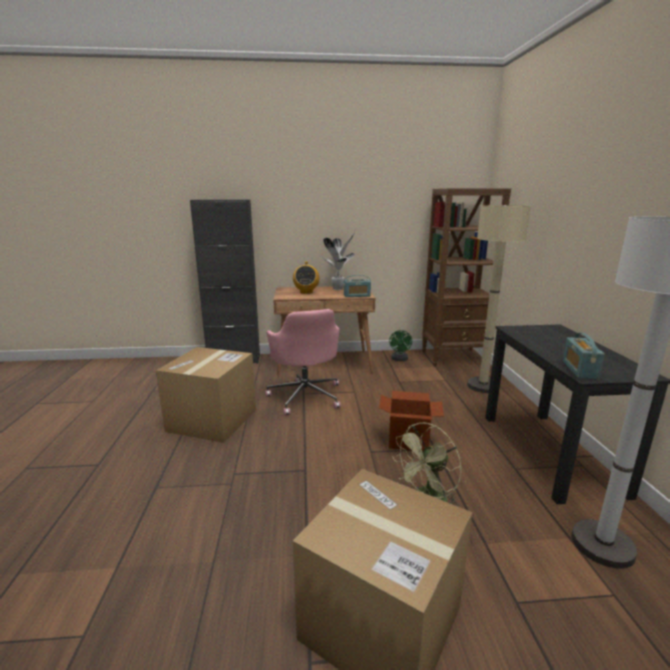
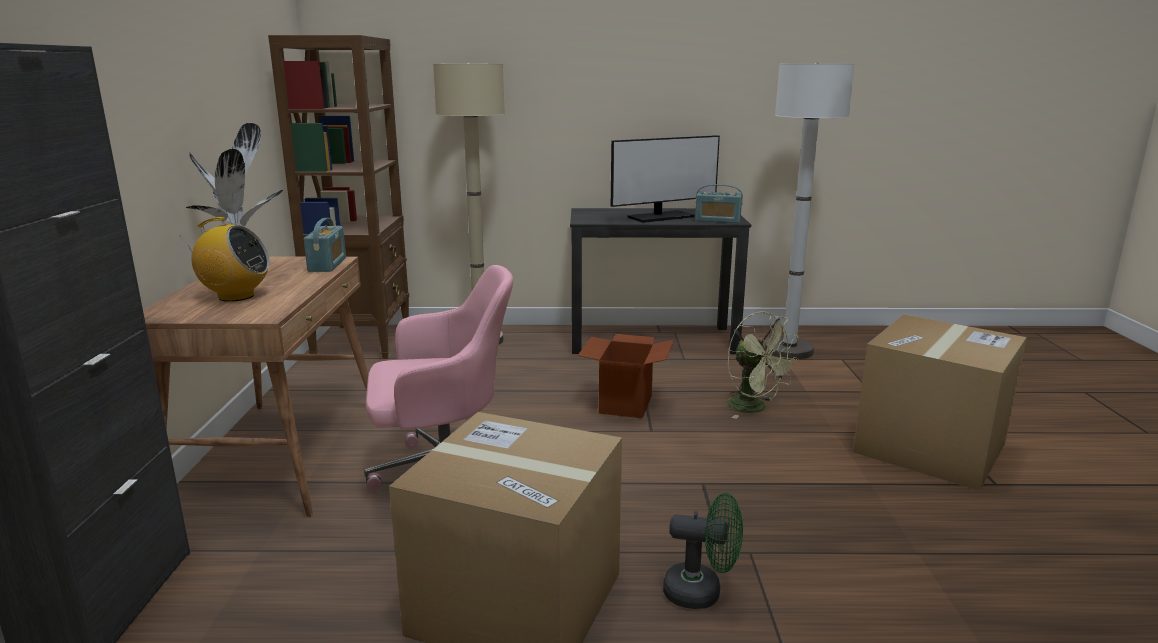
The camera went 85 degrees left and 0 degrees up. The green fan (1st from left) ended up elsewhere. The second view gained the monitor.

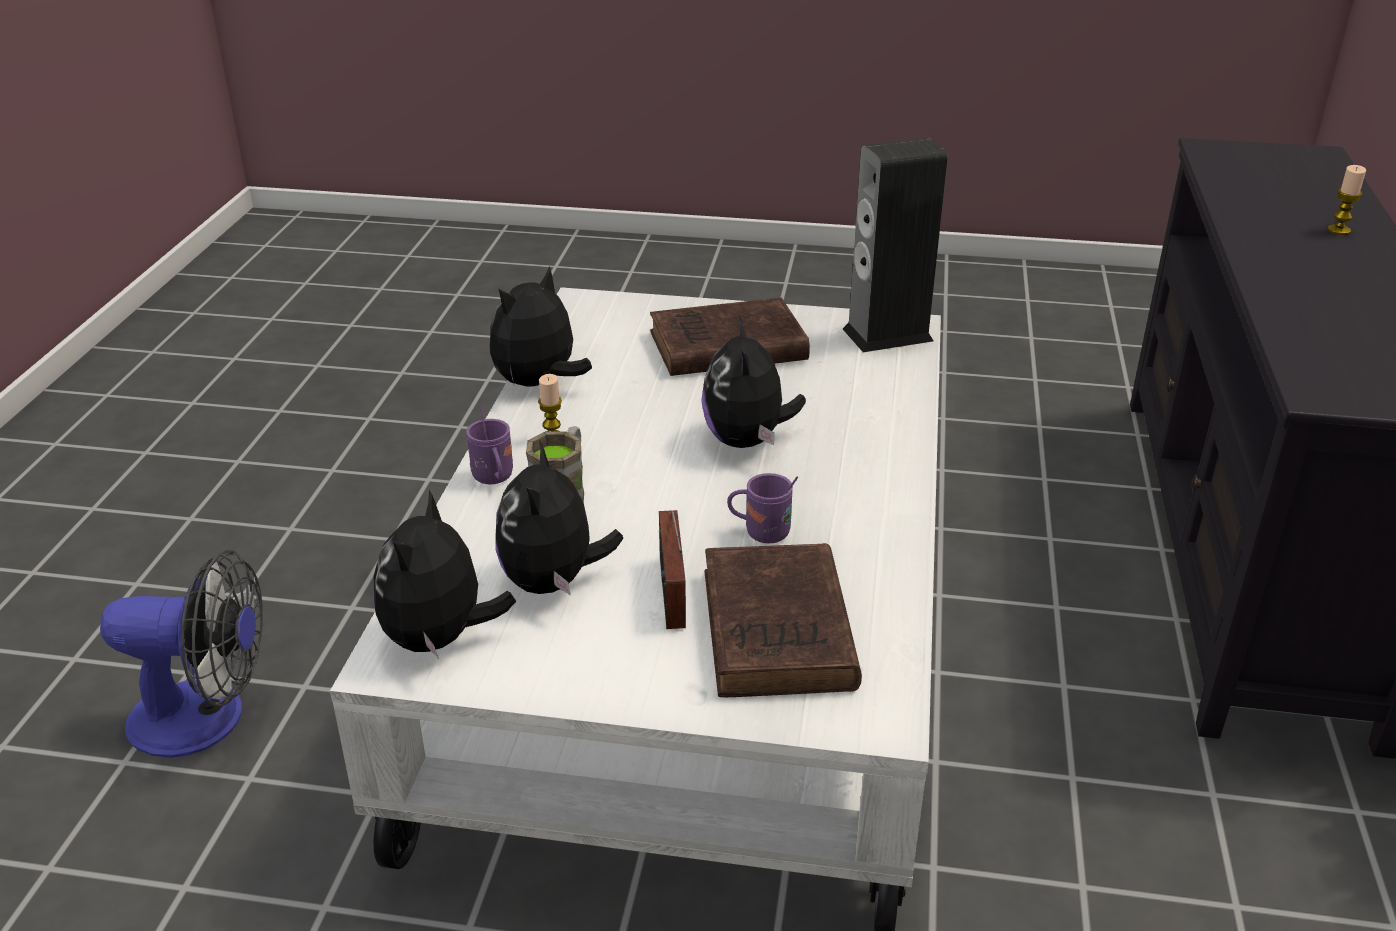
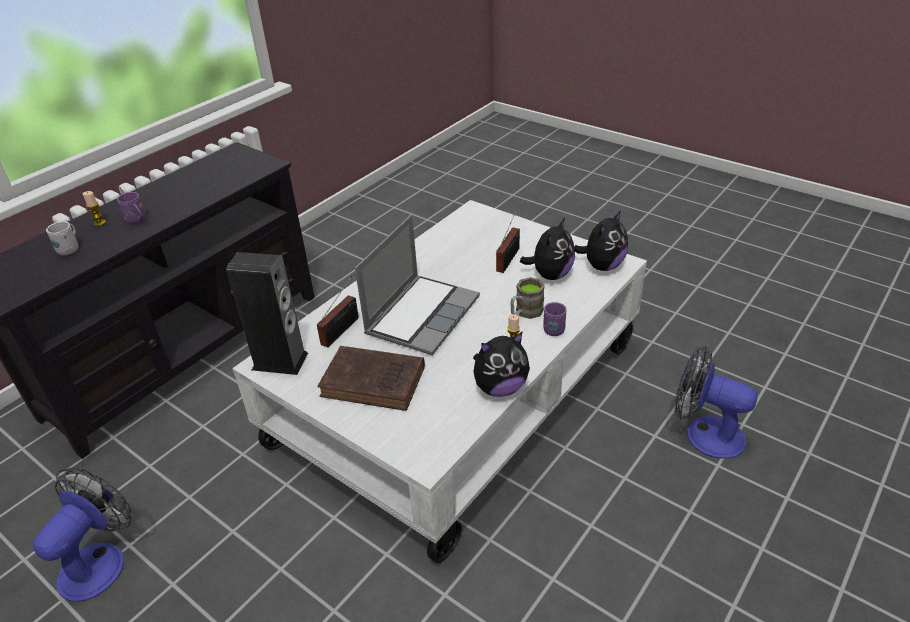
The camera went 150 degrees left and 5 degrees up. Where the plush toy (4th from left) stood, the portable computer came to stand. The purple-coloured mug (2nd from left in the first image) ended up elsewhere. The second view lost the brown volume (2nd from left). The second view gained the whitish mug. The second view gained the radio (1st from left). The second view gained the fan (1st from left).

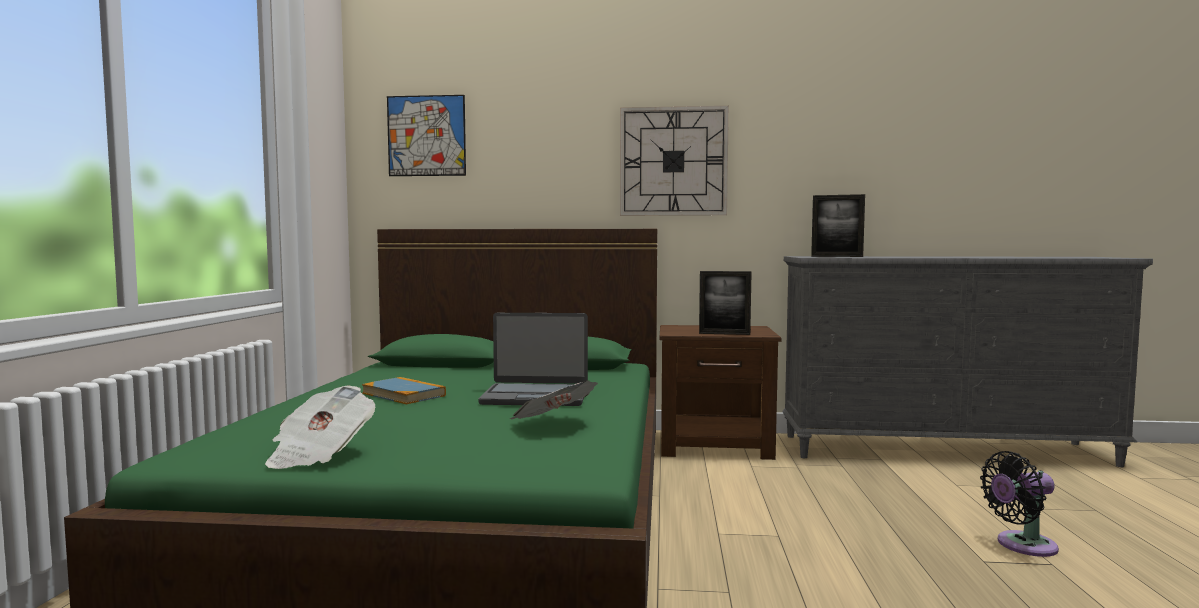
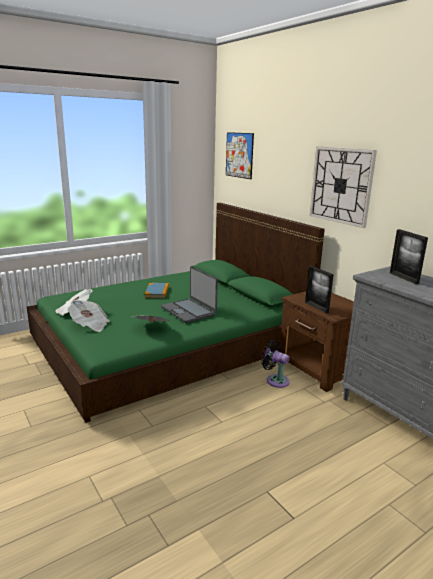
The camera went 50 degrees right and 15 degrees up. The black-coloured fan ended up elsewhere. The second view gained the printed paper (2nd from left).

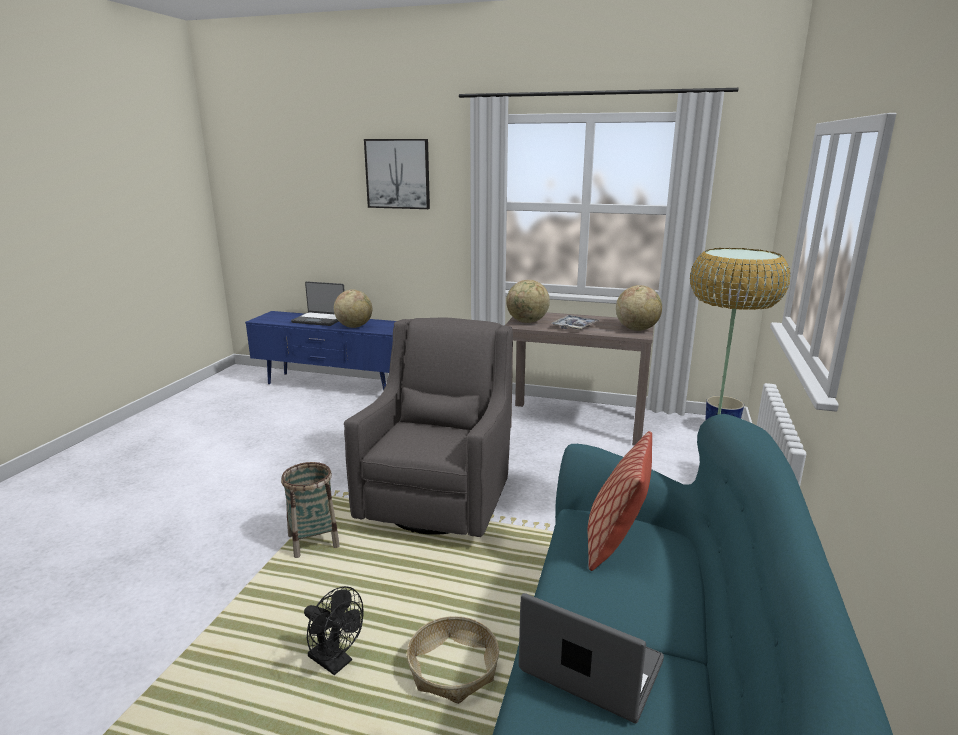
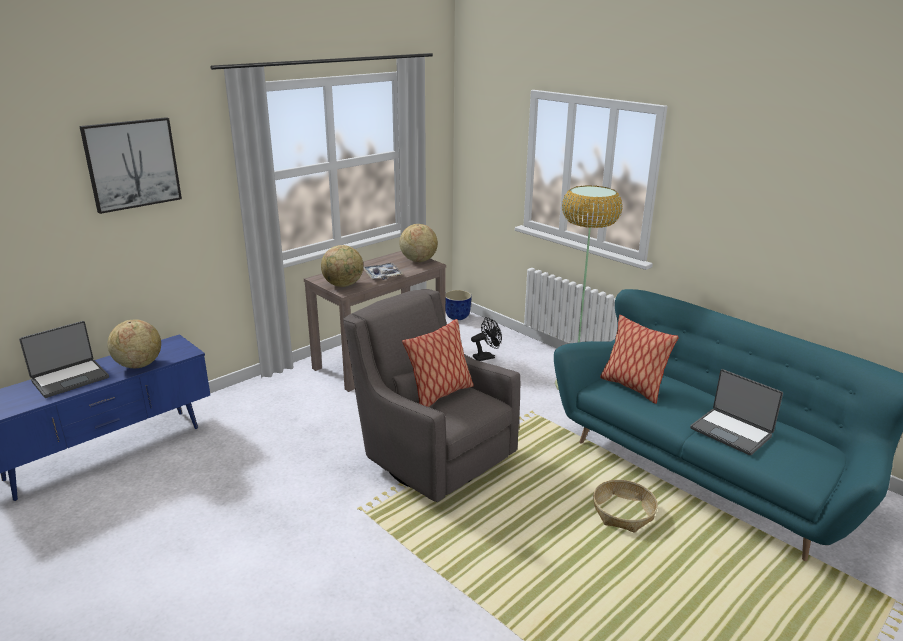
The camera went 60 degrees left and 5 degrees up. The second view lost the basket (1st from left). The black-coloured fan ended up elsewhere. The portable computer (2nd from left) ended up facing another way, 105 degrees counterclockwise from before. The second view gained the pillow (1st from left).

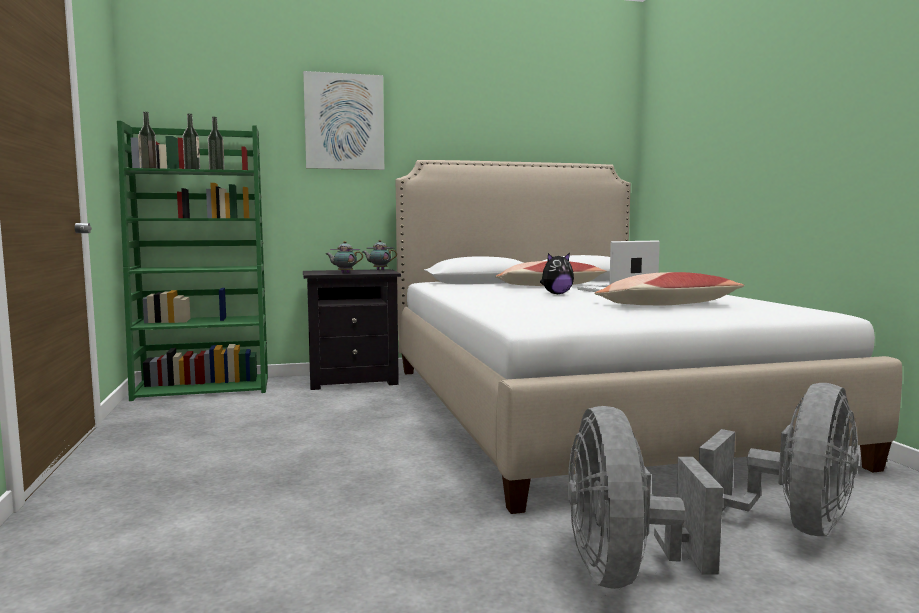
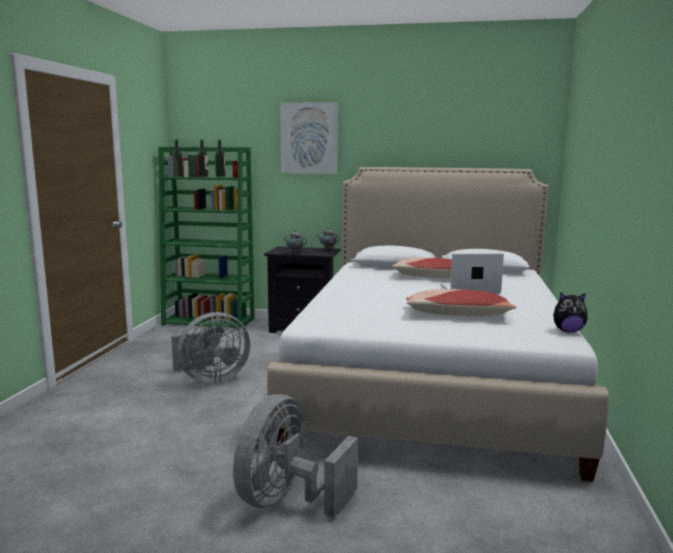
The camera went 25 degrees right and 5 degrees up. The plush toy ended up elsewhere. The grey fan (2nd from left in the first image) ended up elsewhere.

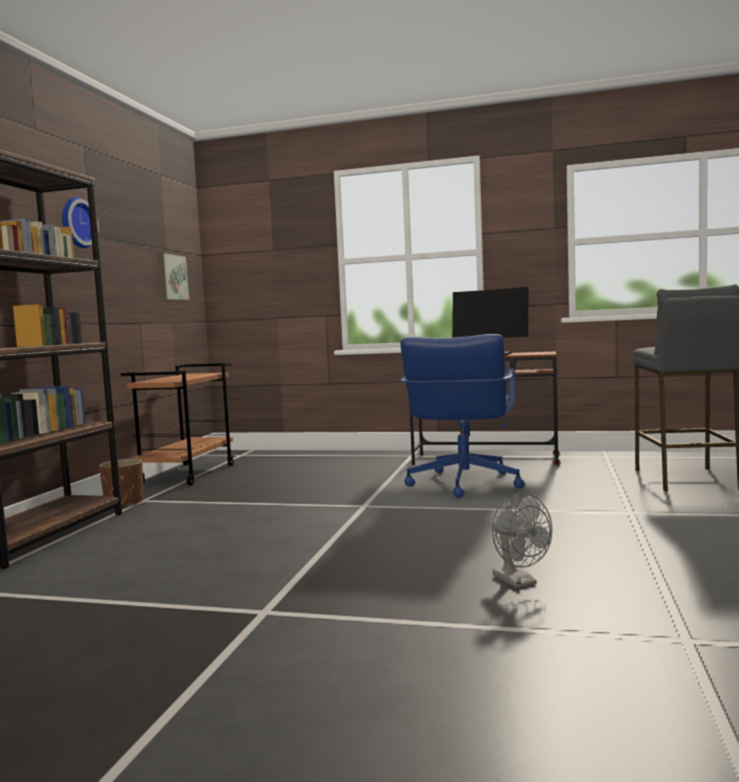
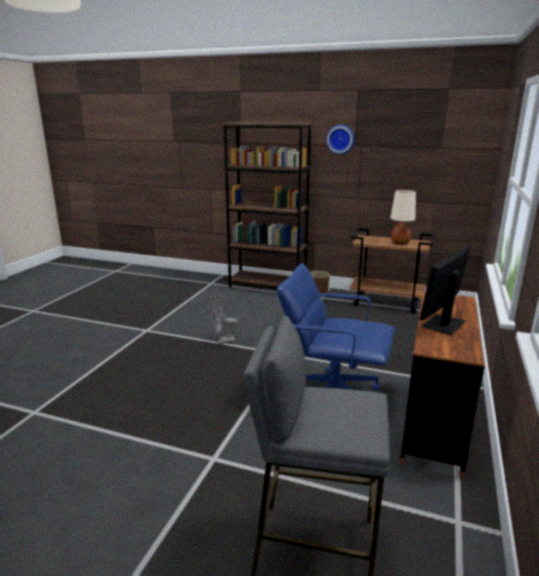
The camera went 95 degrees right and 15 degrees up. The second view lost the wall art. The grey fan ended up elsewhere. The second view gained the beige-coloured table lamp.

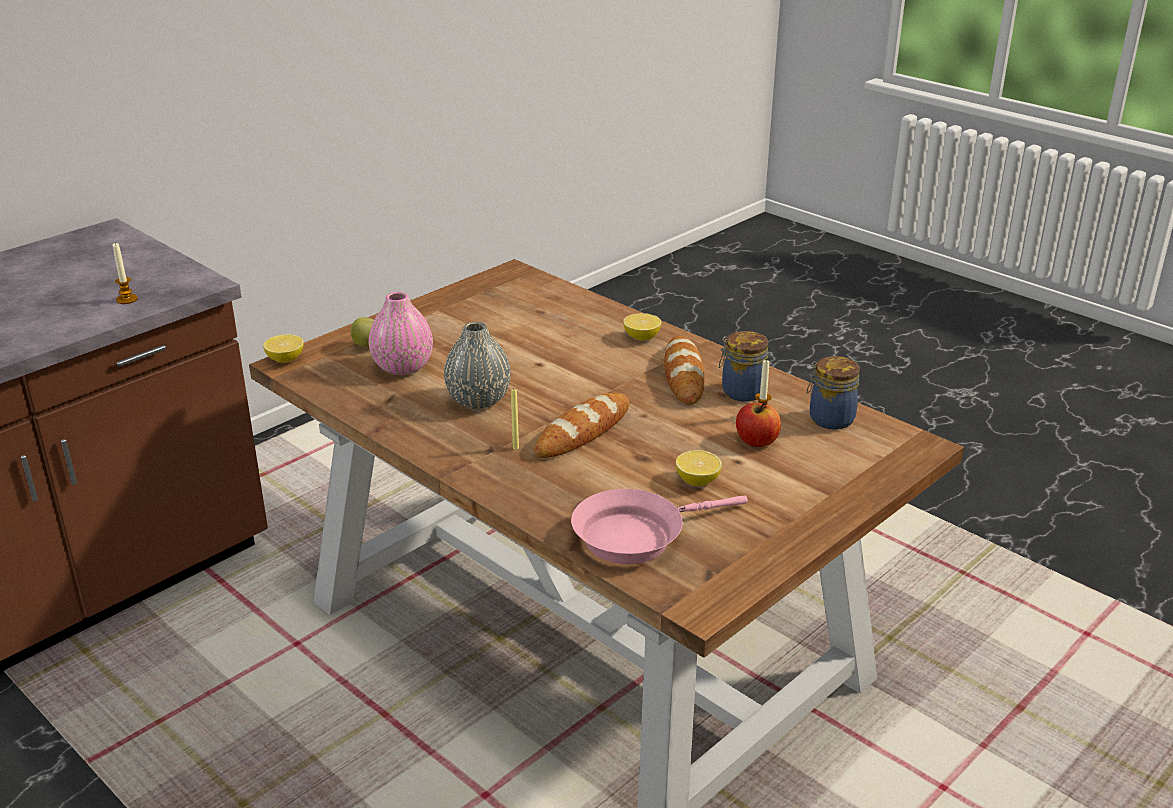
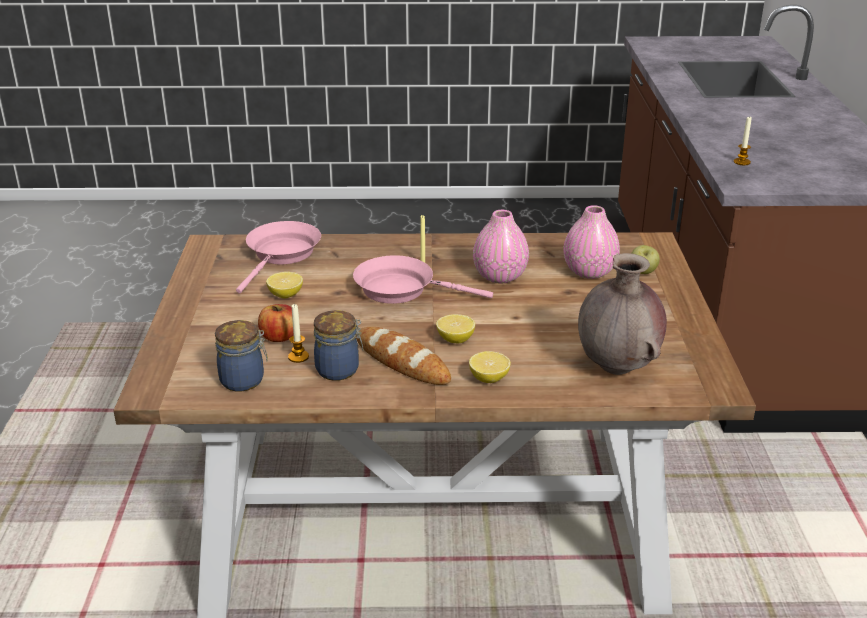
The camera went 135 degrees right and 0 degrees up. What was the grey decorative vase turned into the pink decorative vase (1st from left). The whole lemon (1st from left in the first image) ended up elsewhere. Where the bakery bread (1st from left) stood, the pink frying pan (2nd from left) came to stand. The second view gained the brown decorative vase.

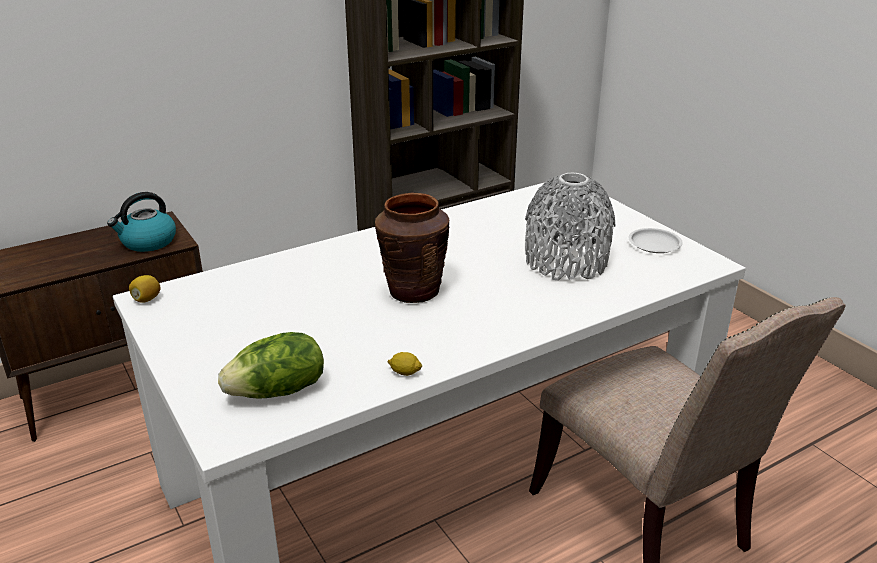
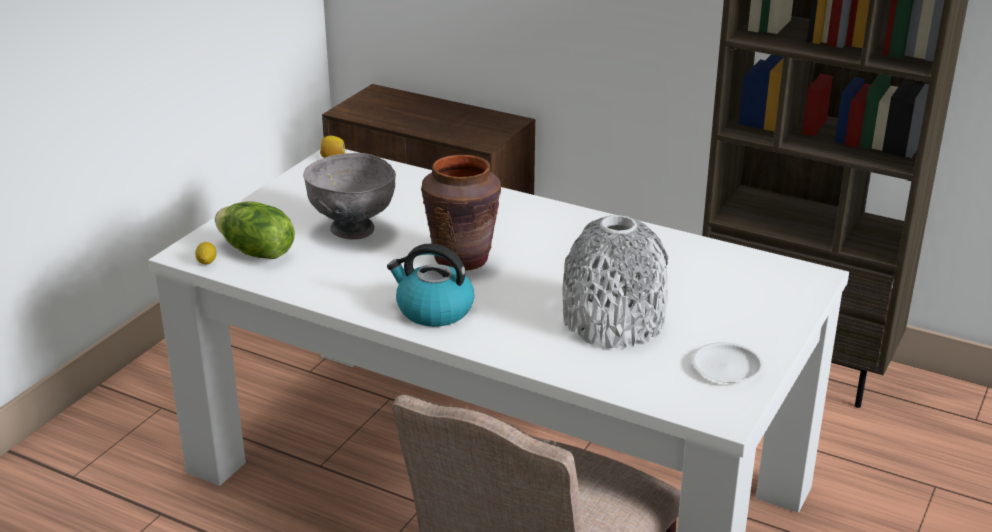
The camera went 60 degrees right and 0 degrees up. The kettle ended up elsewhere. The whole lemon (2nd from left in the first image) ended up elsewhere. The second view gained the grey serving bowl.

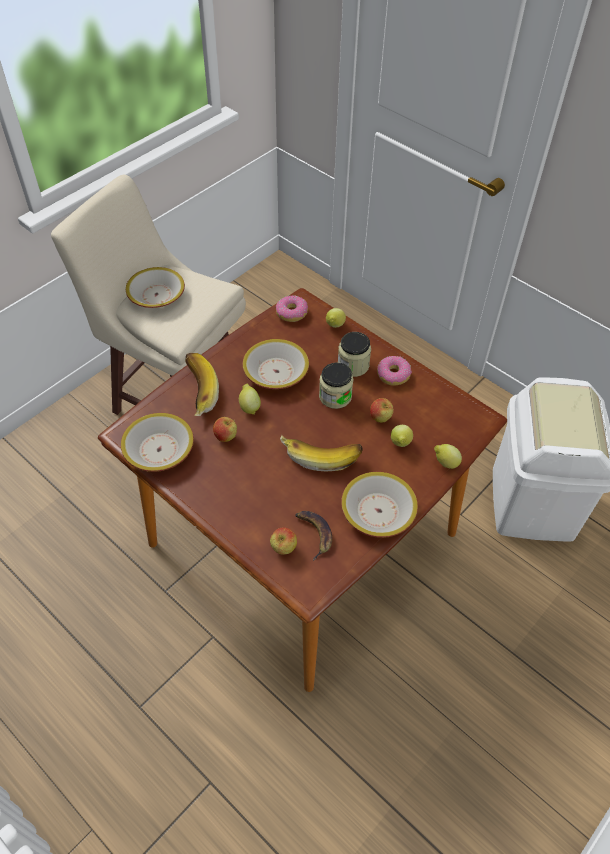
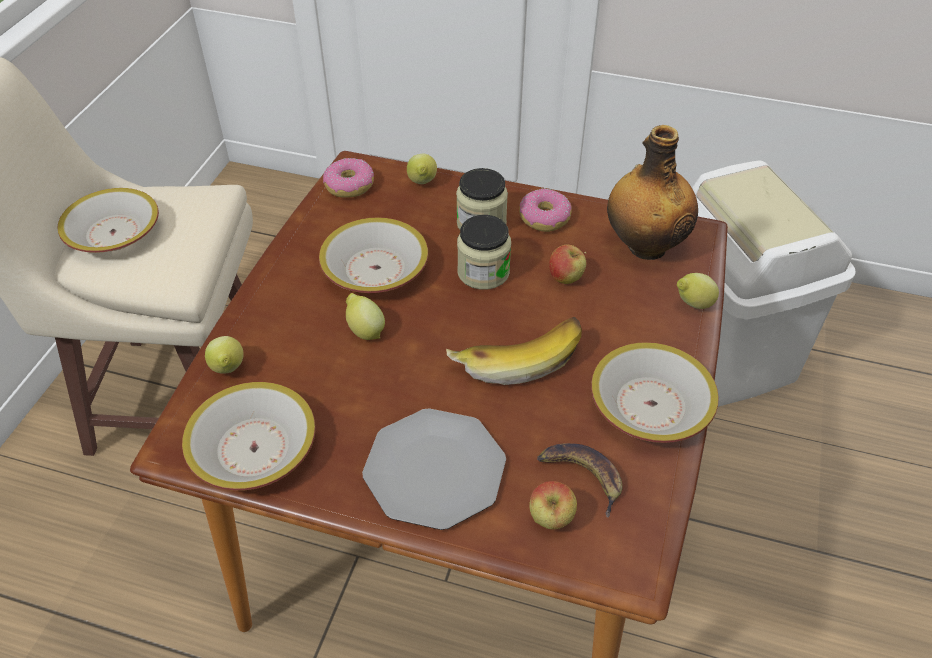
The camera went 25 degrees left and 5 degrees down. The second view lost the whole banana (1st from left). The second view lost the apple fruit (1st from left). The whole lemon (3rd from left in the first image) ended up elsewhere. The second view gained the bottle. The second view gained the plate.

